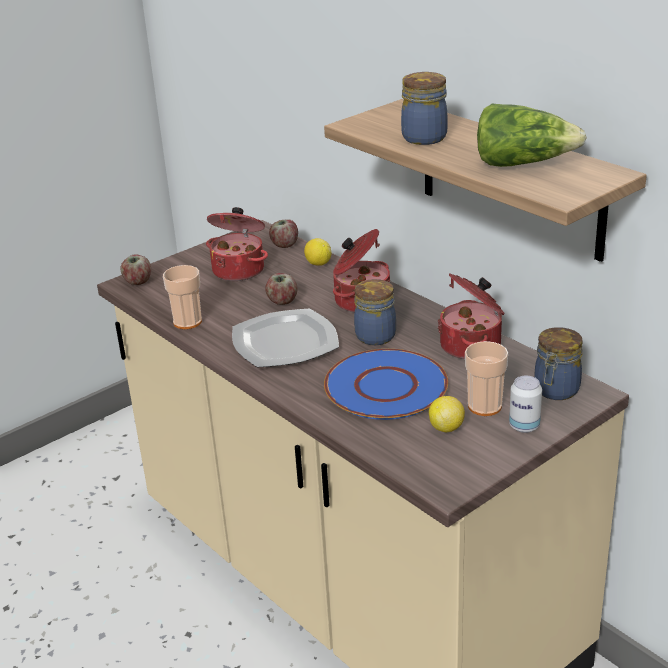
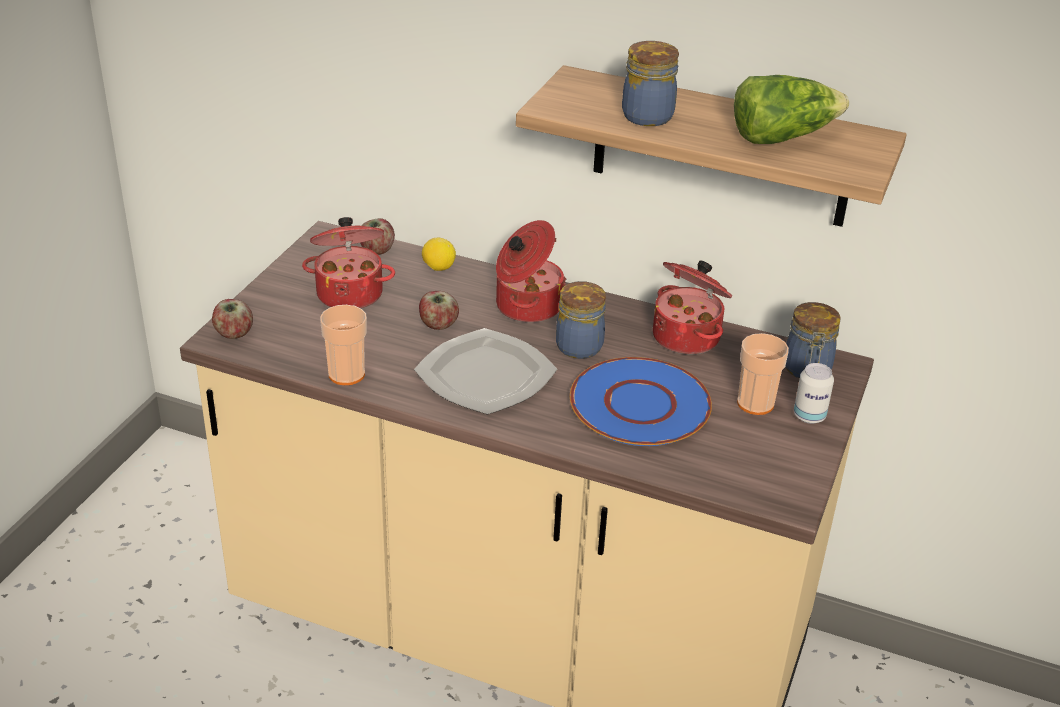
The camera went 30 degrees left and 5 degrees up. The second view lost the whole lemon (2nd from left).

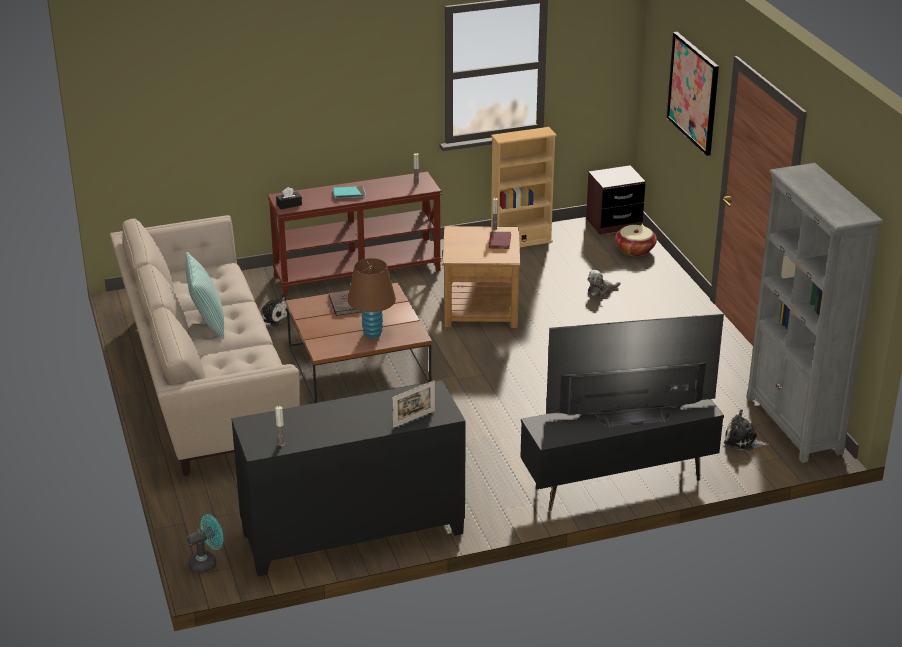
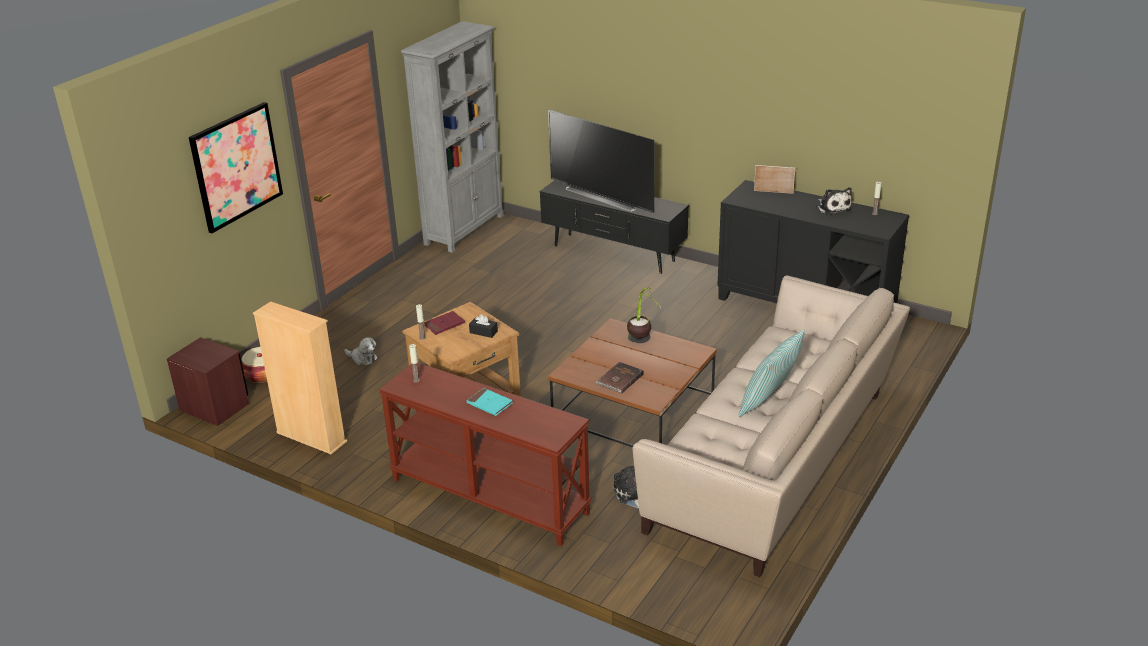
The camera went 130 degrees left and 0 degrees up. The black-coloured box of tissues ended up elsewhere. Where the brown table lamp stood, the houseplant came to stand. The plush toy (3rd from left) ended up elsewhere. The second view lost the turquoise-coloured fan.

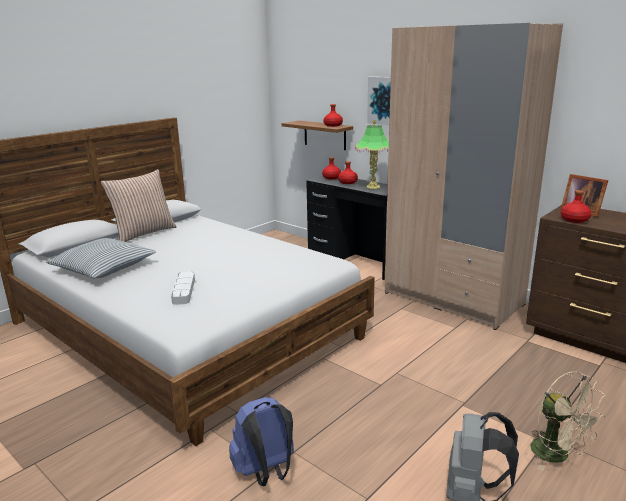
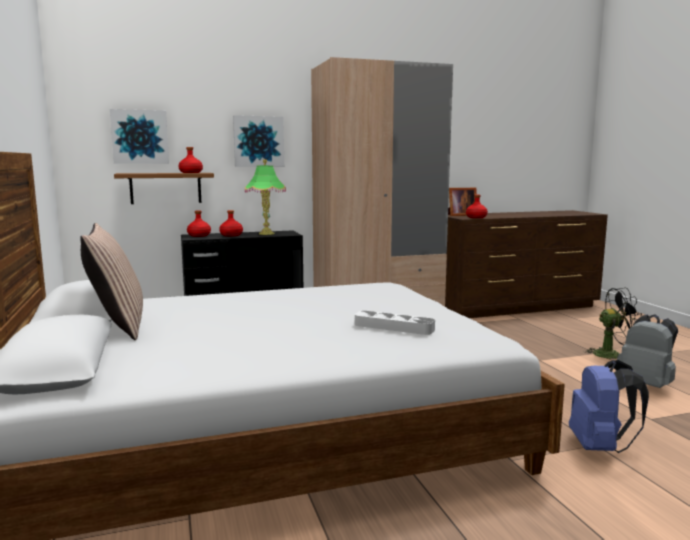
The camera went 60 degrees left and 10 degrees down. The second view lost the pillow (1st from left). What was the beige-coloured fan turned into the black-coloured fan. The second view gained the wall art (1st from left).

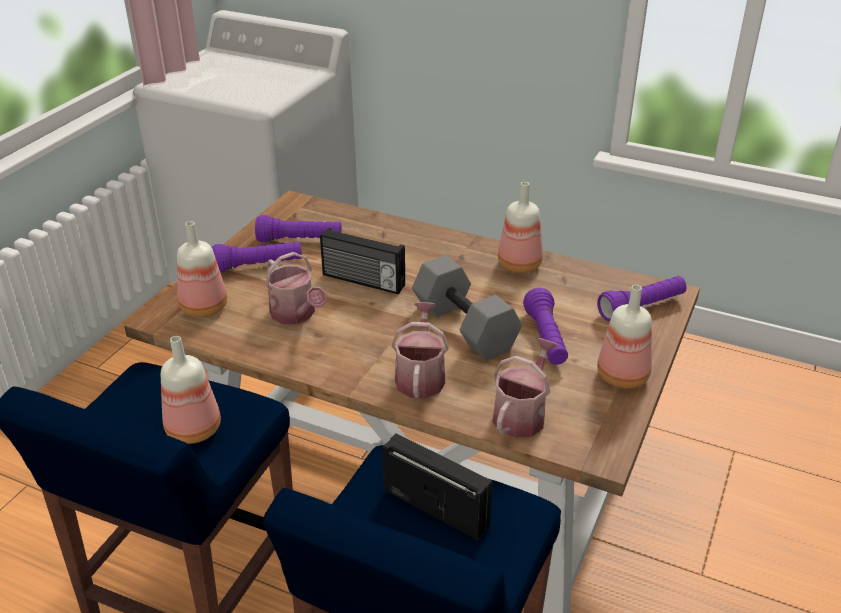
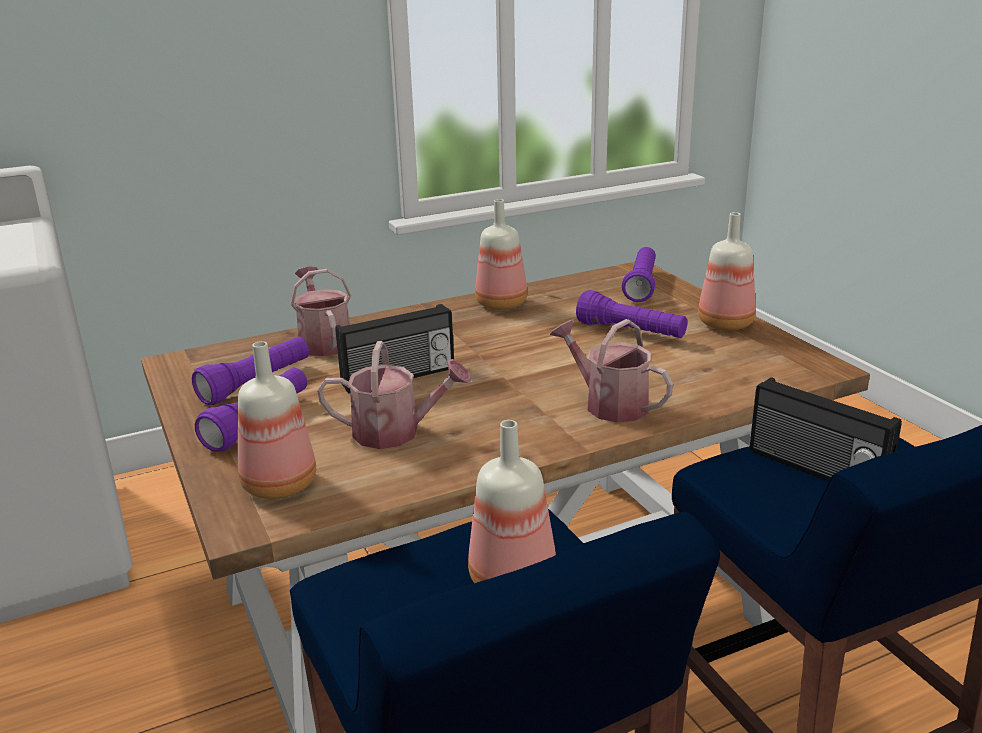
The camera went 50 degrees left and 10 degrees down. The second view lost the grey dumbbell. The watering pot (3rd from left in the first image) ended up elsewhere. The radio (2nd from left) ended up facing another way, 120 degrees counterclockwise from before.

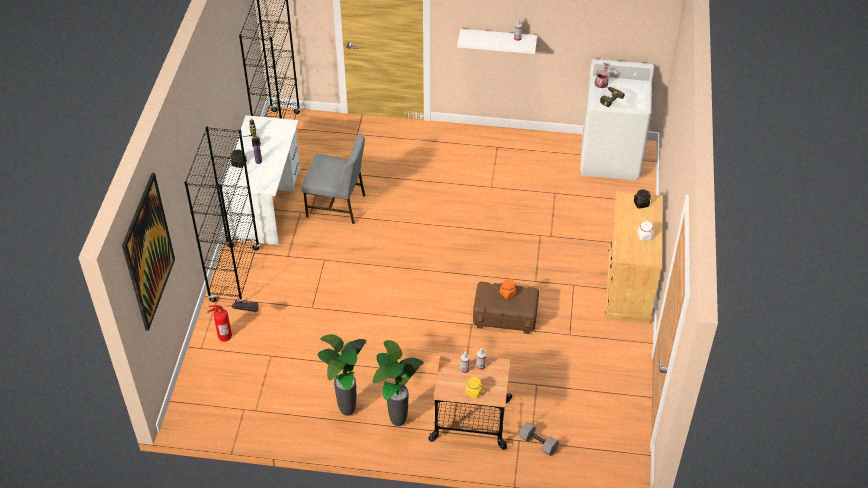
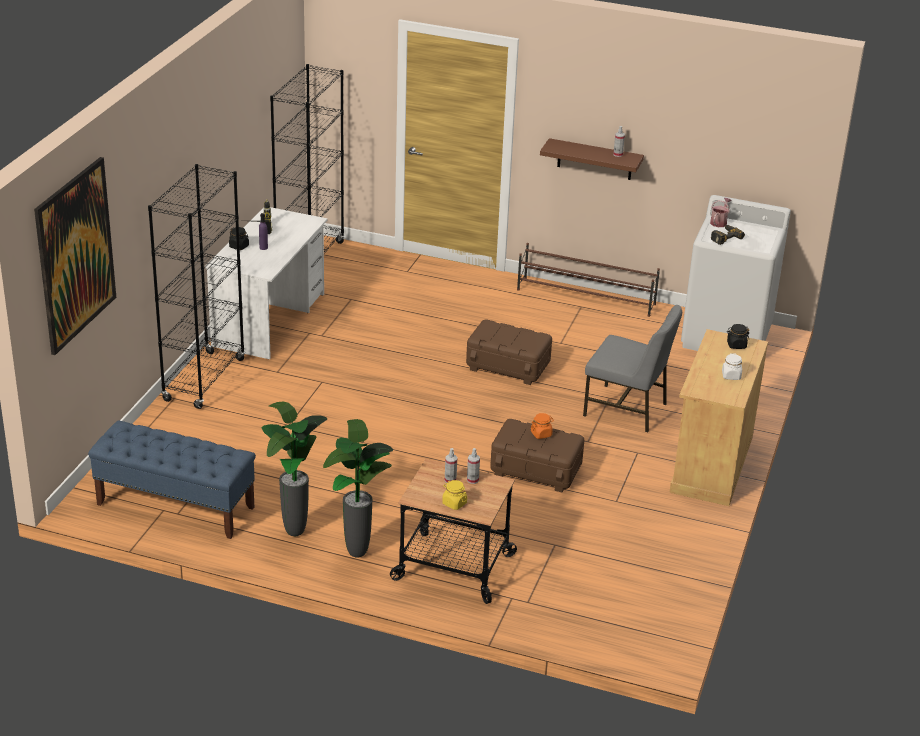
The camera went 10 degrees right and 15 degrees down. What was the whitish wall shelf turned into the brown wall shelf. The grey plain chair ended up elsewhere. The second view lost the fire extinguisher. The second view lost the grey dumbbell. The second view gained the brown shoe stand. The second view gained the brown storage container (1st from left). The second view gained the blue long seat.

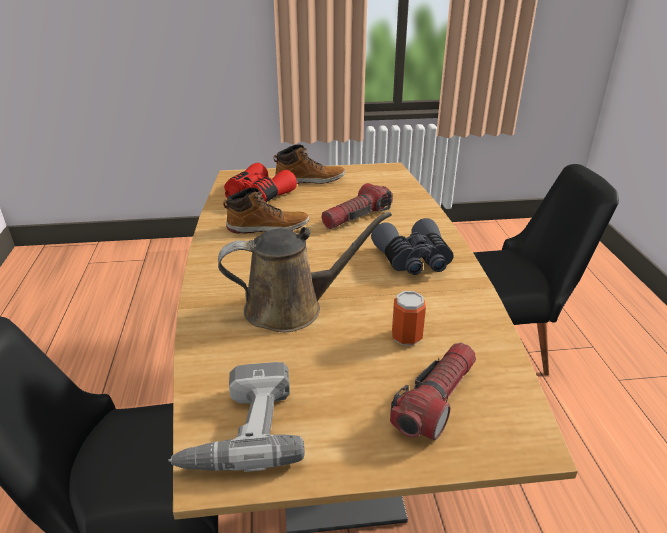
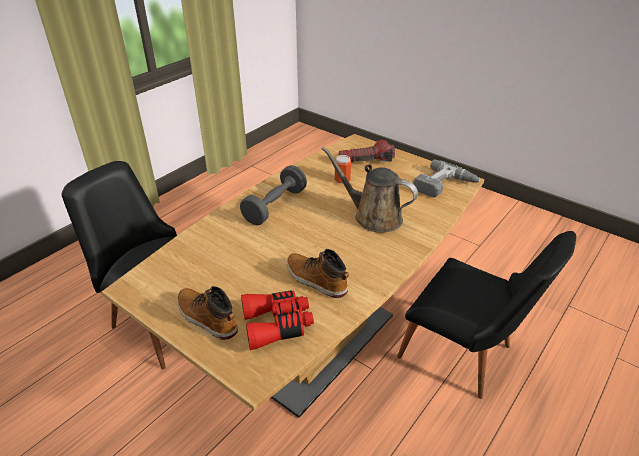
The camera went 135 degrees left and 5 degrees up. The second view lost the torch (1st from left). Where the grey pair of binoculars stood, the grey dumbbell came to stand.

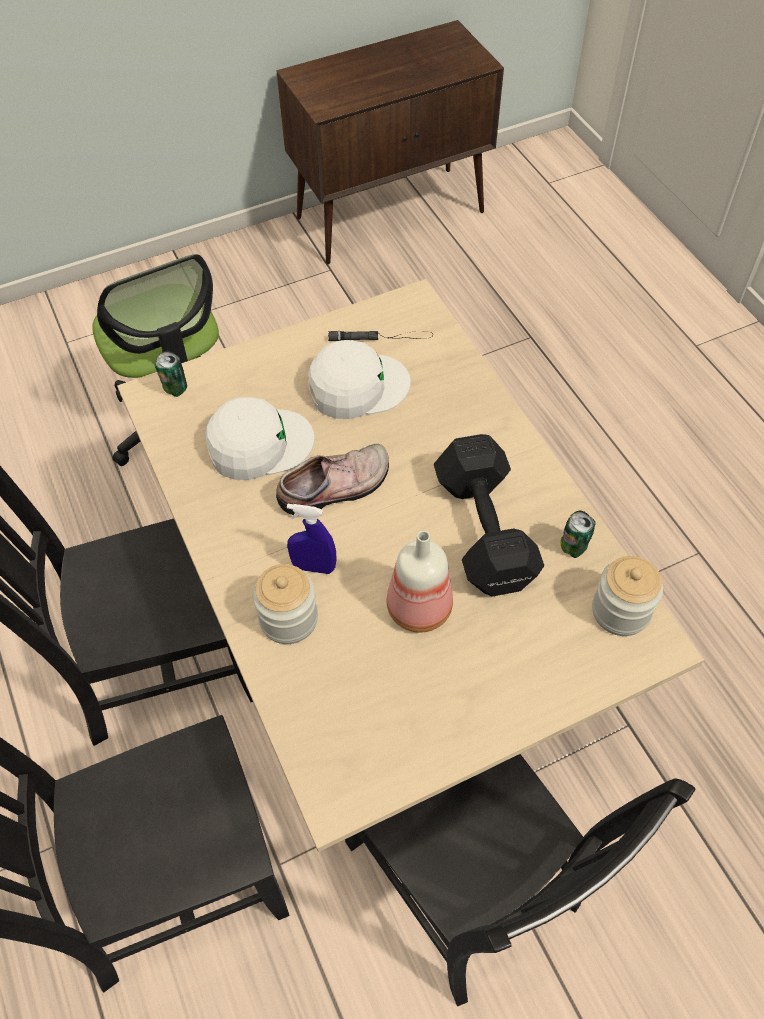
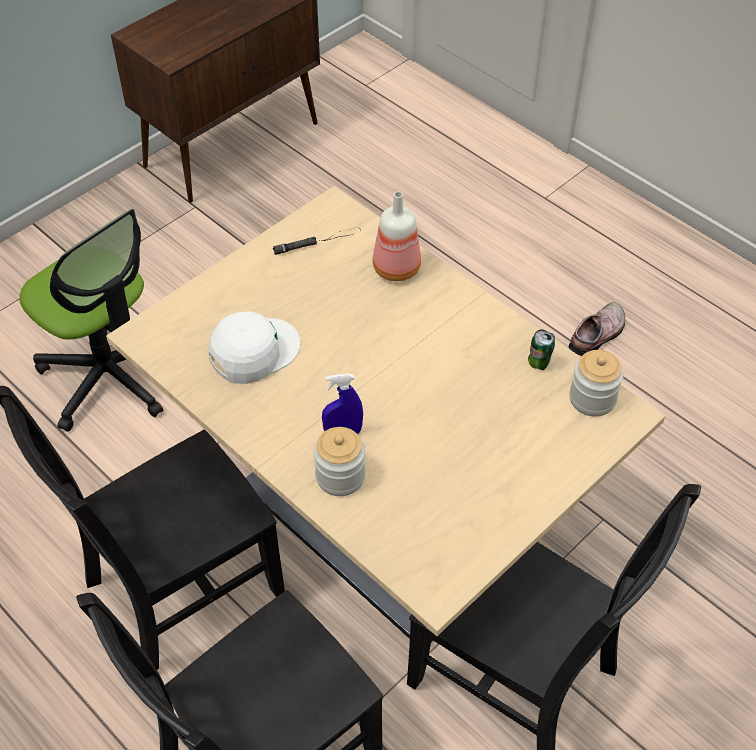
The camera went 20 degrees left and 5 degrees down. The second view lost the whitish peaked cap (2nd from left). The second view lost the can (1st from left). The second view lost the black-coloured dumbbell. The shoe ended up elsewhere. The bottle ended up elsewhere.

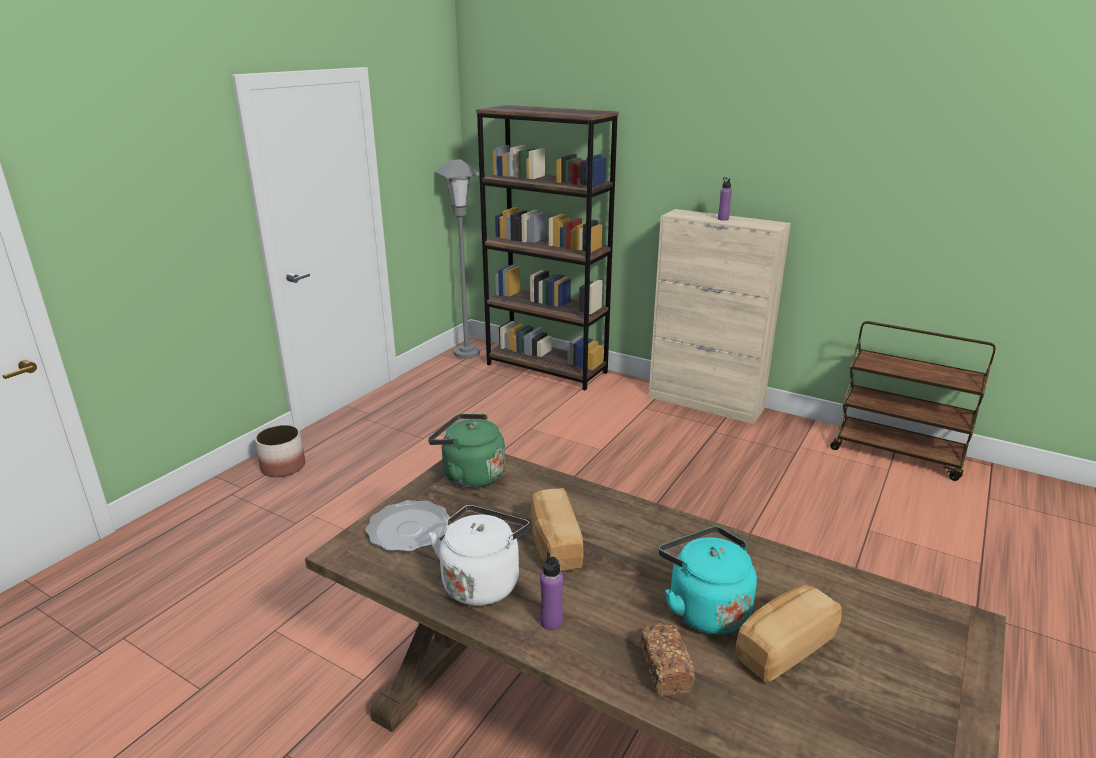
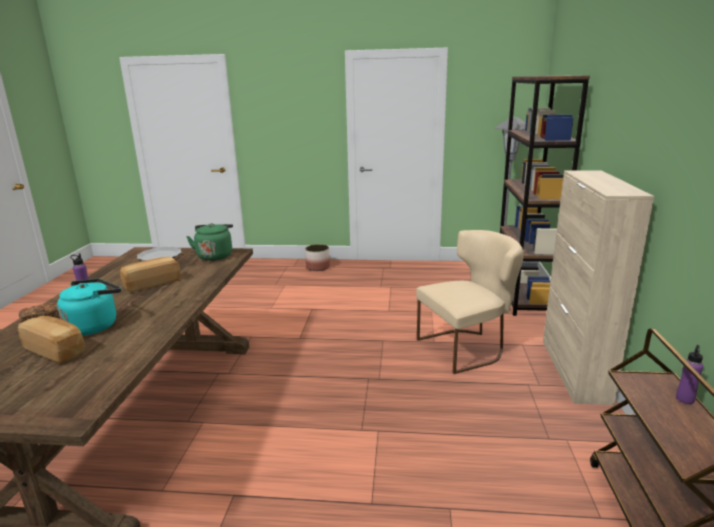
The camera went 65 degrees right and 5 degrees down. The purple-coloured bottle (2nd from left) ended up elsewhere. The second view lost the whitish kettle. The second view gained the beige-coloured plain chair.

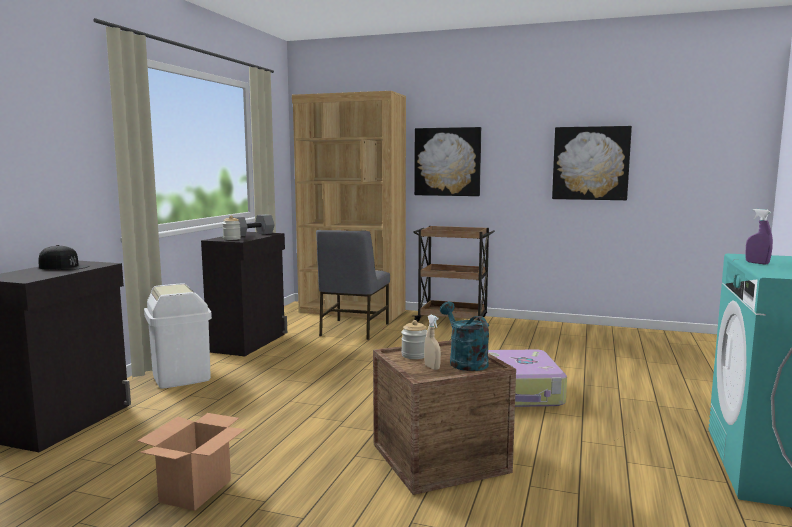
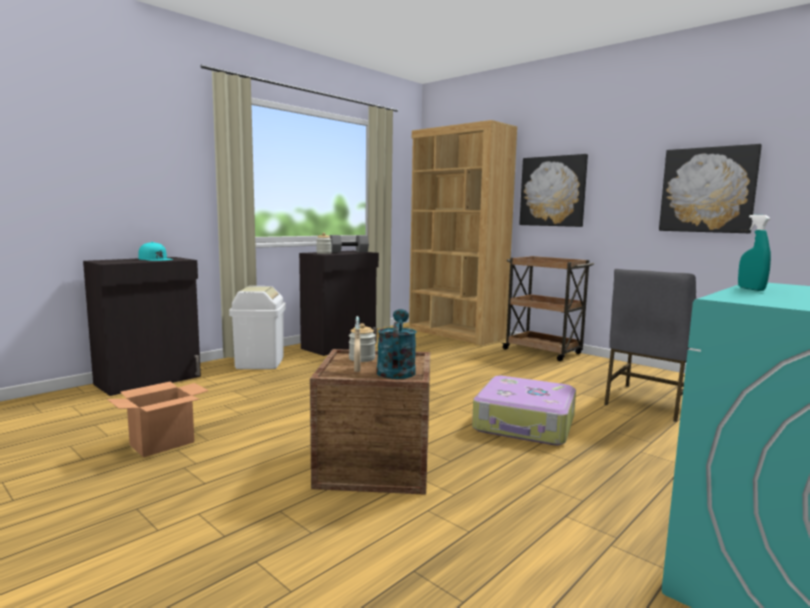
The camera went 25 degrees right and 0 degrees up. What was the purple-coloured hand sprayer turned into the turquoise-coloured hand sprayer. The grey plain chair ended up elsewhere. What was the black-coloured peaked cap turned into the turquoise-coloured peaked cap.

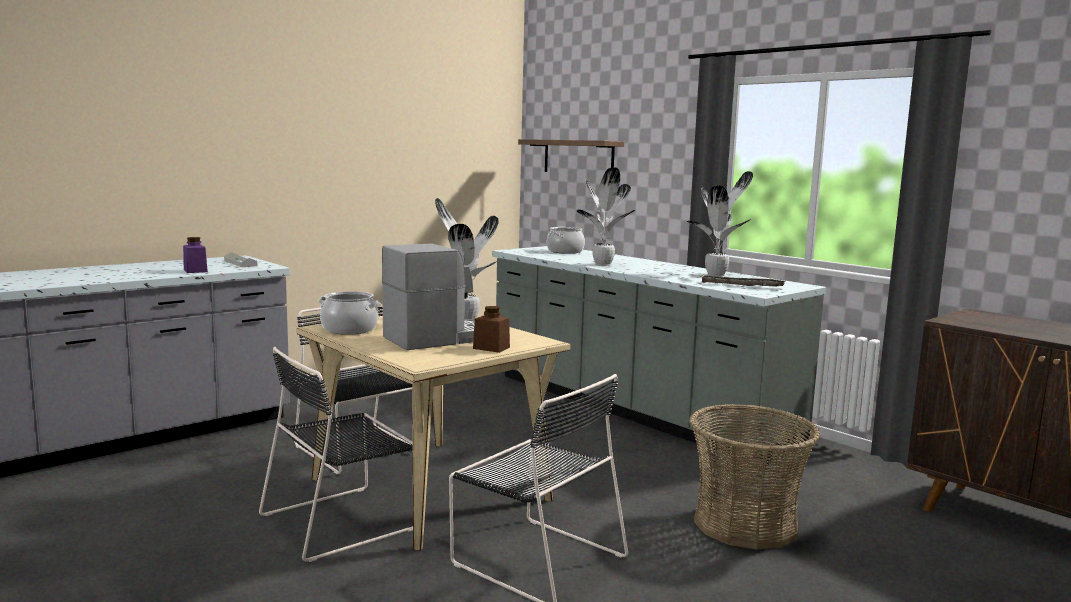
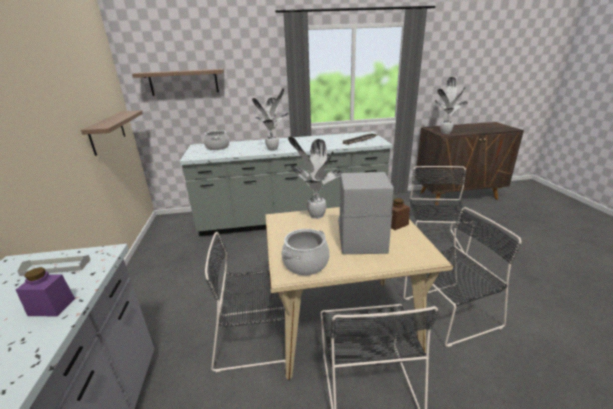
The camera went 55 degrees left and 15 degrees up. The houseplant (3rd from left) ended up elsewhere. Where the basket stood, the black-coloured plain chair (3rd from left) came to stand. The second view gained the wall shelf (1st from left).

